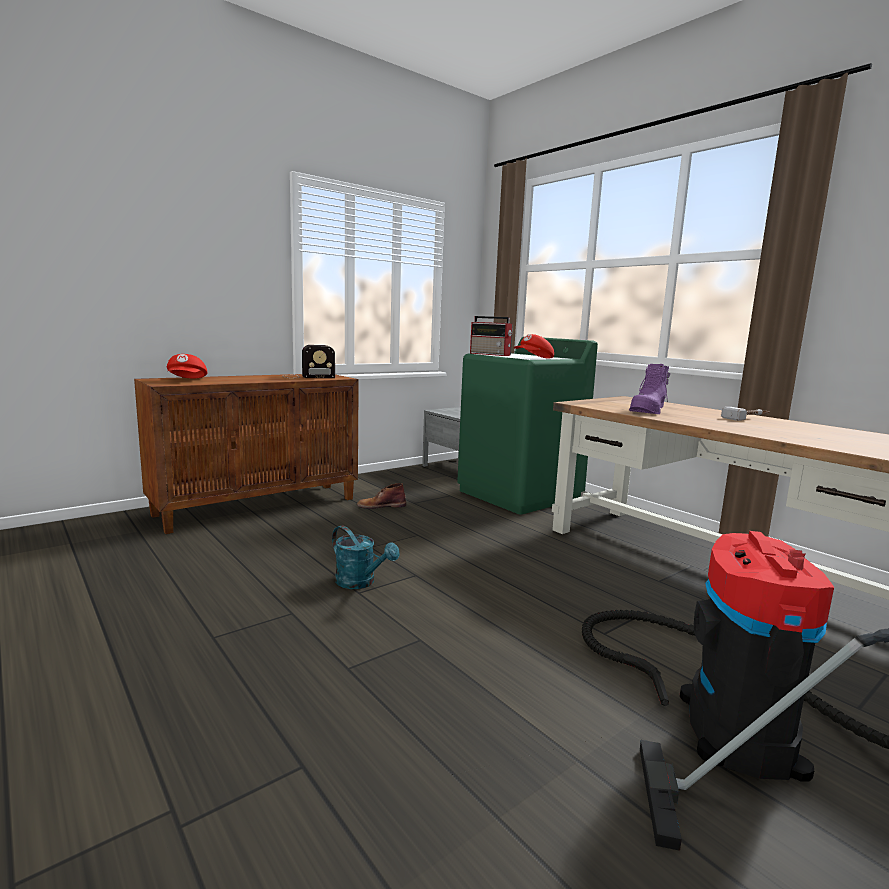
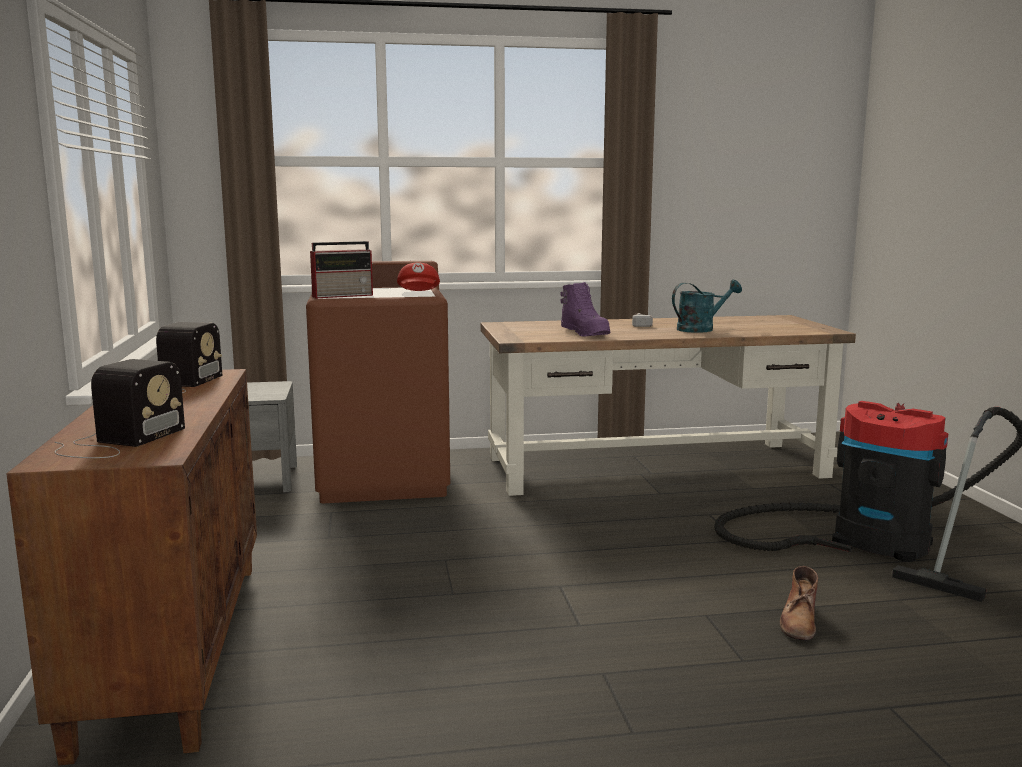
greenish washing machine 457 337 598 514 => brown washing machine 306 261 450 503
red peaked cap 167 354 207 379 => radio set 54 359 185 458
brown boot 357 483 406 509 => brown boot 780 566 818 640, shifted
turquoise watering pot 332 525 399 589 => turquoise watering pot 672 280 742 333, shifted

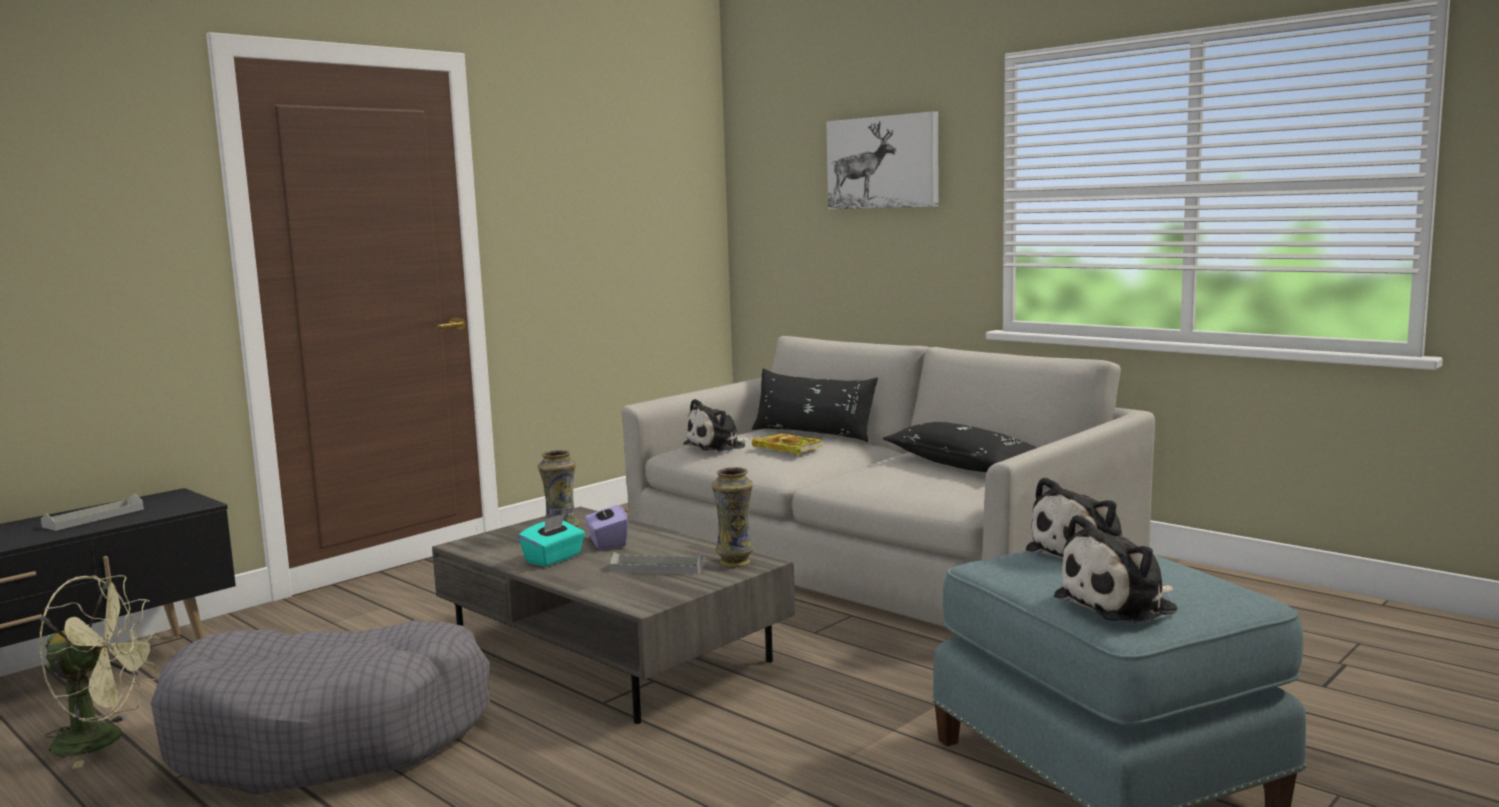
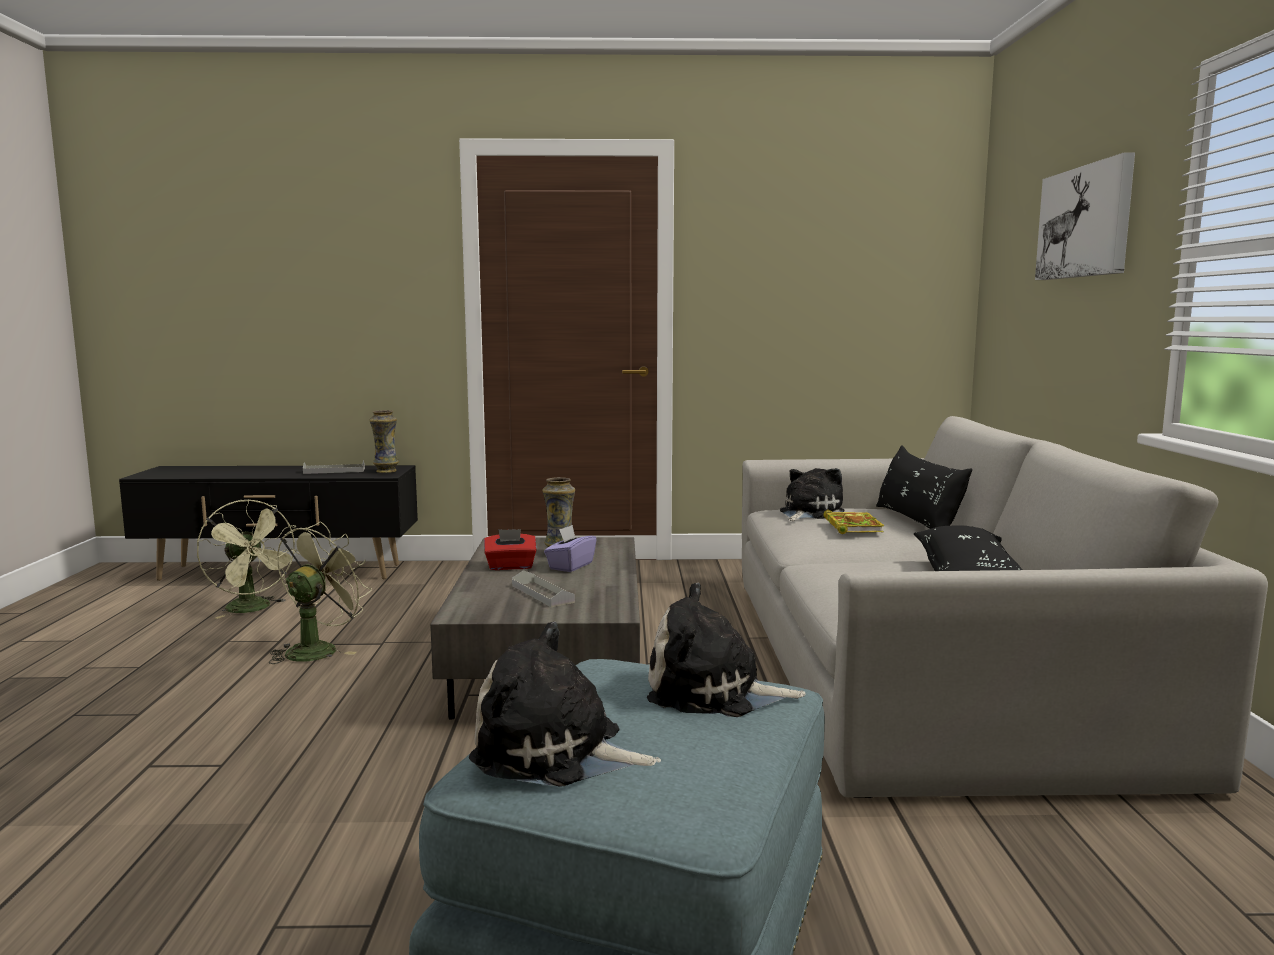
soft toy 683 399 750 452 => soft toy 780 468 845 521, 120 degrees clockwise
flower vase 711 467 754 567 => flower vase 369 410 399 473, shifted
turquoise tissue box 518 513 585 567 => red tissue box 484 529 536 570
gray pet bed 151 620 490 795 => greenish fan 269 522 372 664

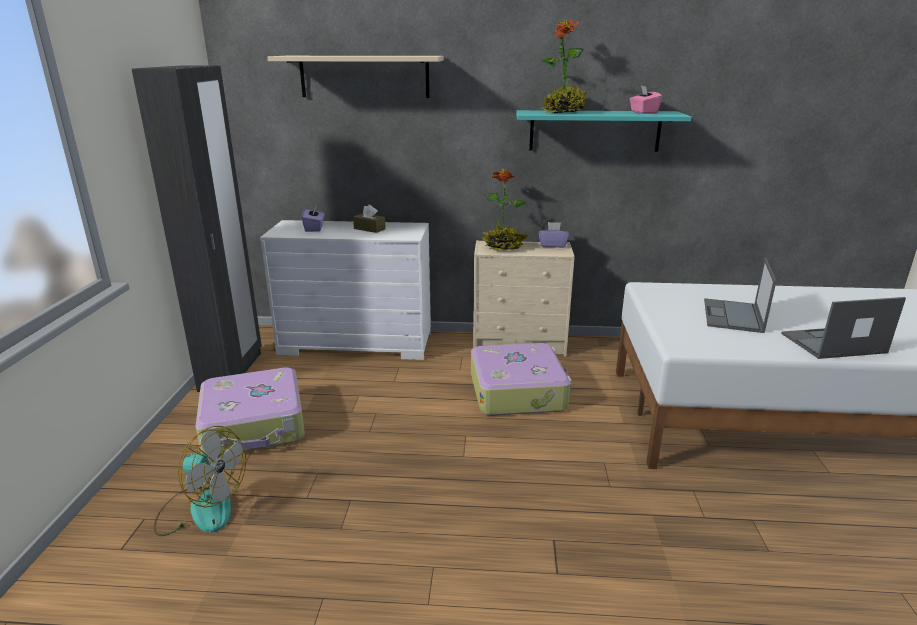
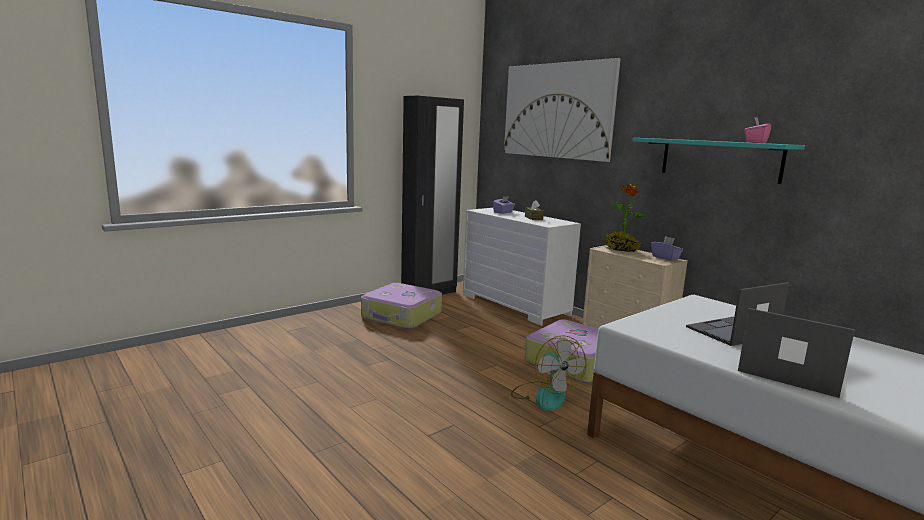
plant in a pot 541 19 587 113 => nothing
sand-coloured wall shelf 267 56 444 98 => wall art 504 58 621 162
fan 154 426 246 536 => fan 511 335 586 411, shifted

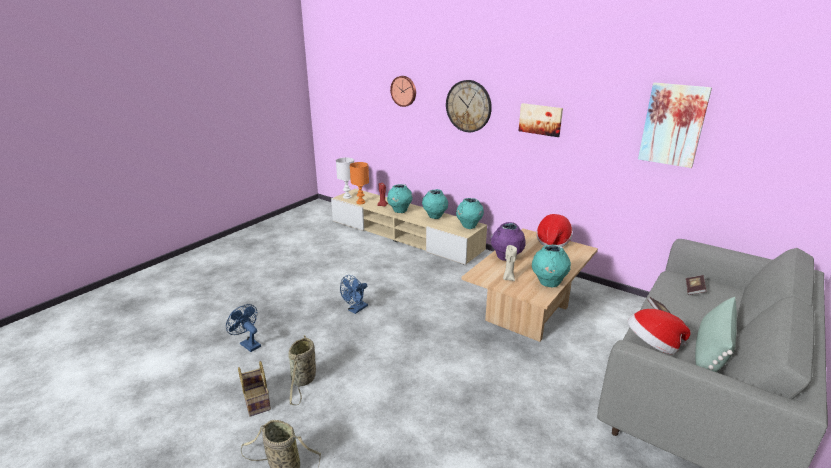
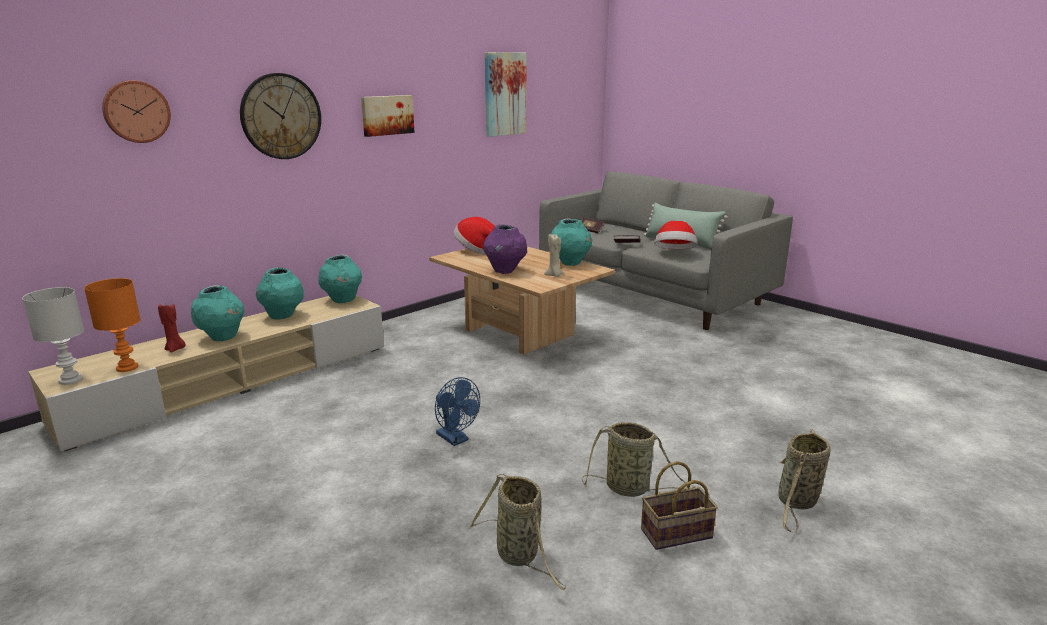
bluish fan 226 304 261 352 => basket 469 474 566 590

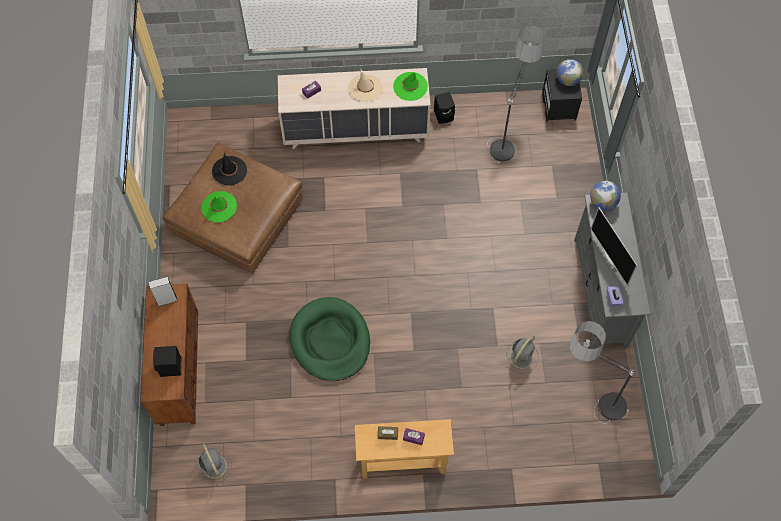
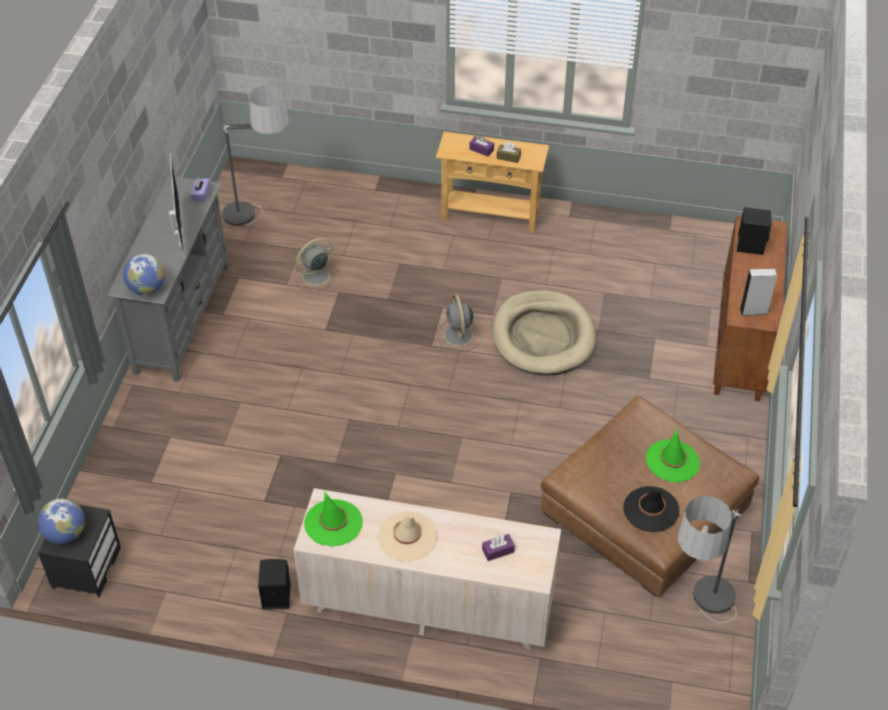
standing lamp 487 25 545 163 => standing lamp 678 496 741 623, shifted
greenish pet bed 289 297 370 381 => sand-coloured pet bed 492 290 596 375
gray fan 196 443 232 486 => gray fan 437 294 481 352, shifted

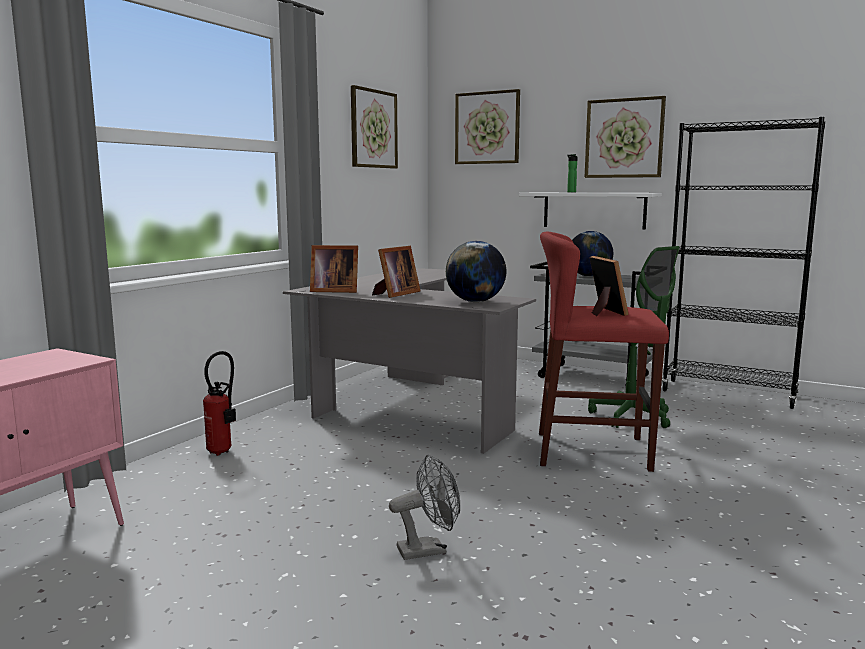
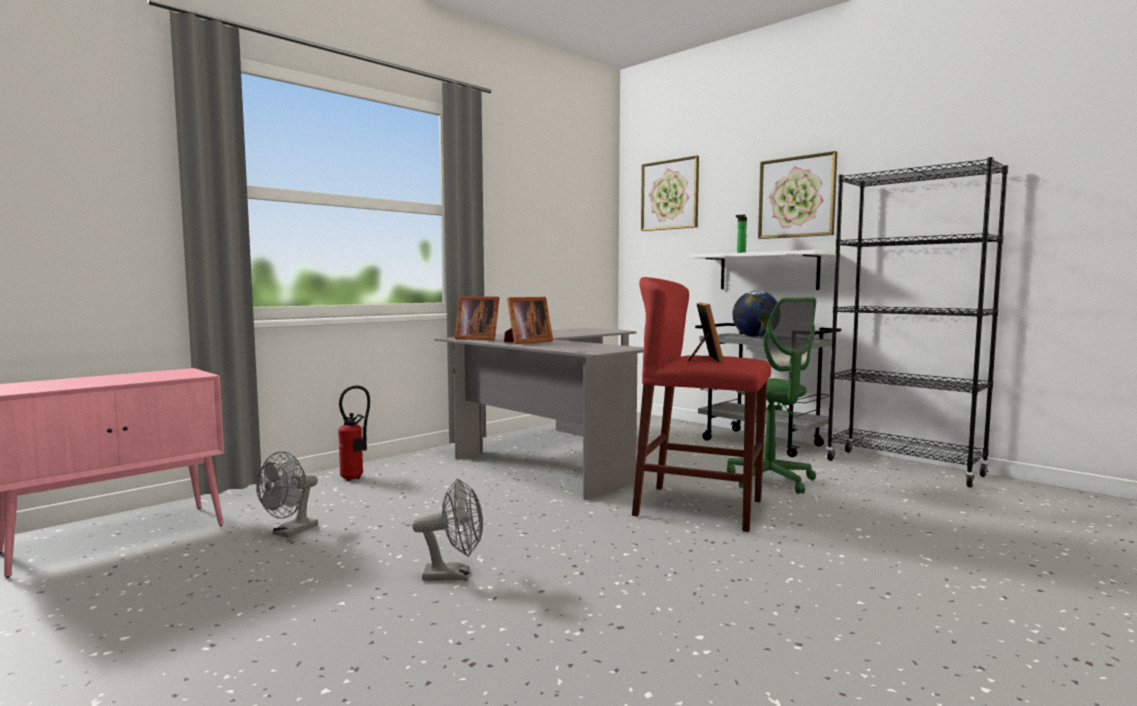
wall art 351 85 398 169 => nothing
desk globe 446 241 506 302 => nothing
nothing => gray fan 256 451 318 537

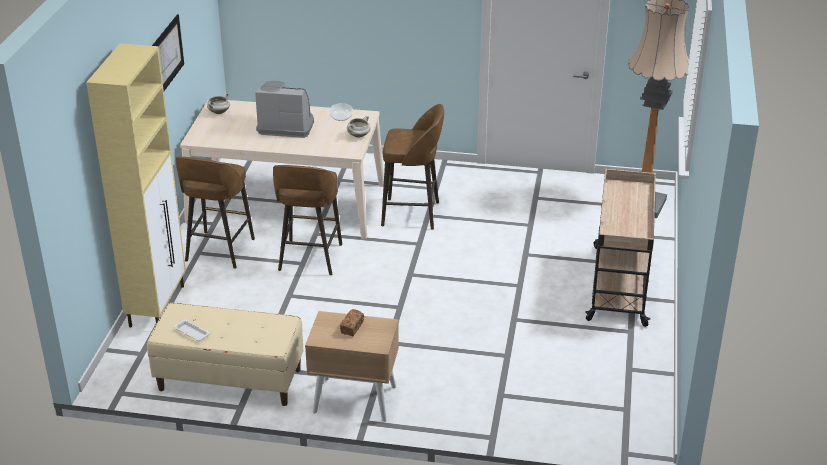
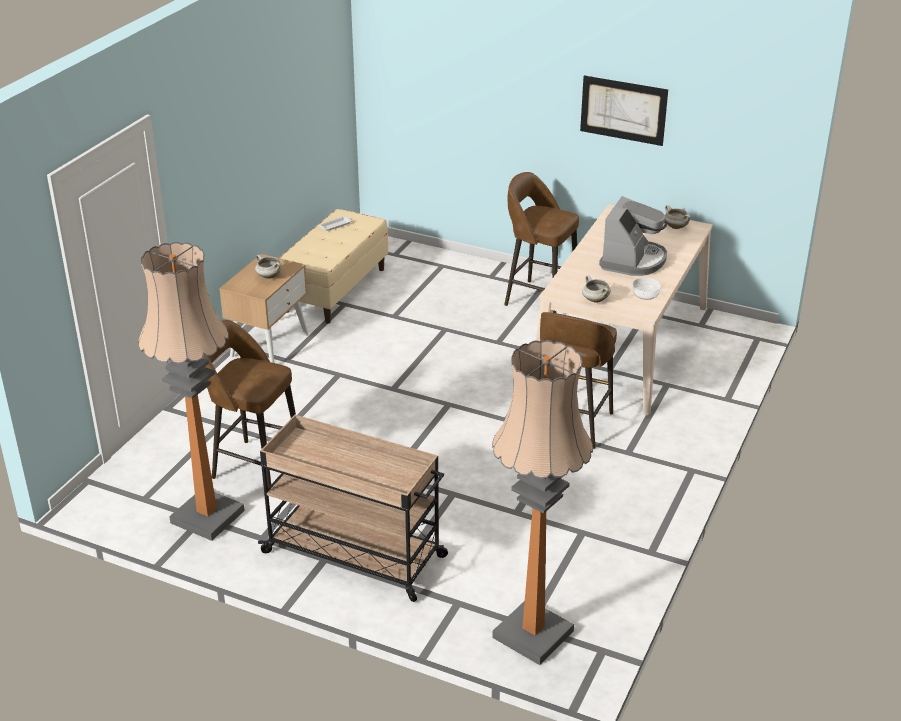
sand-coloured storage cabinet 86 43 186 327 => nothing
brown stool 273 165 342 275 => brown stool 203 320 296 488, shifted
baked bread 340 309 364 336 => white stockpot 255 255 282 279
nothing => standing lamp 138 242 245 541

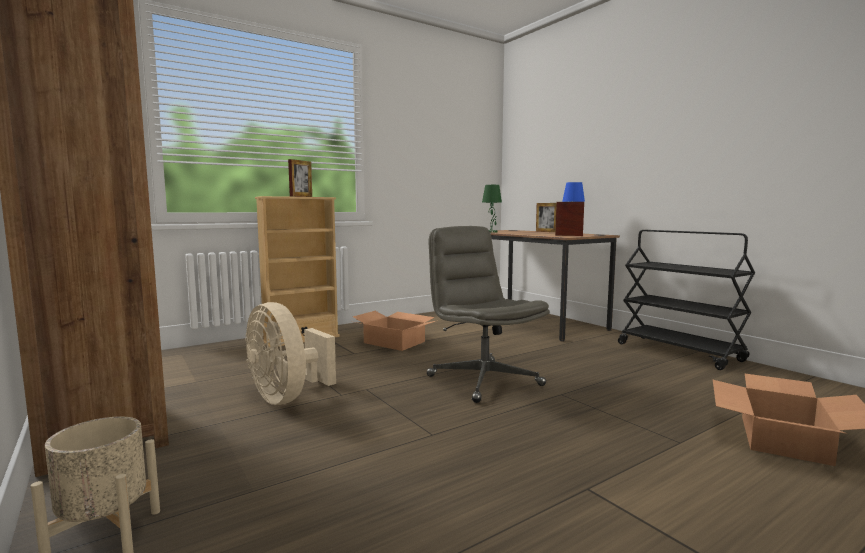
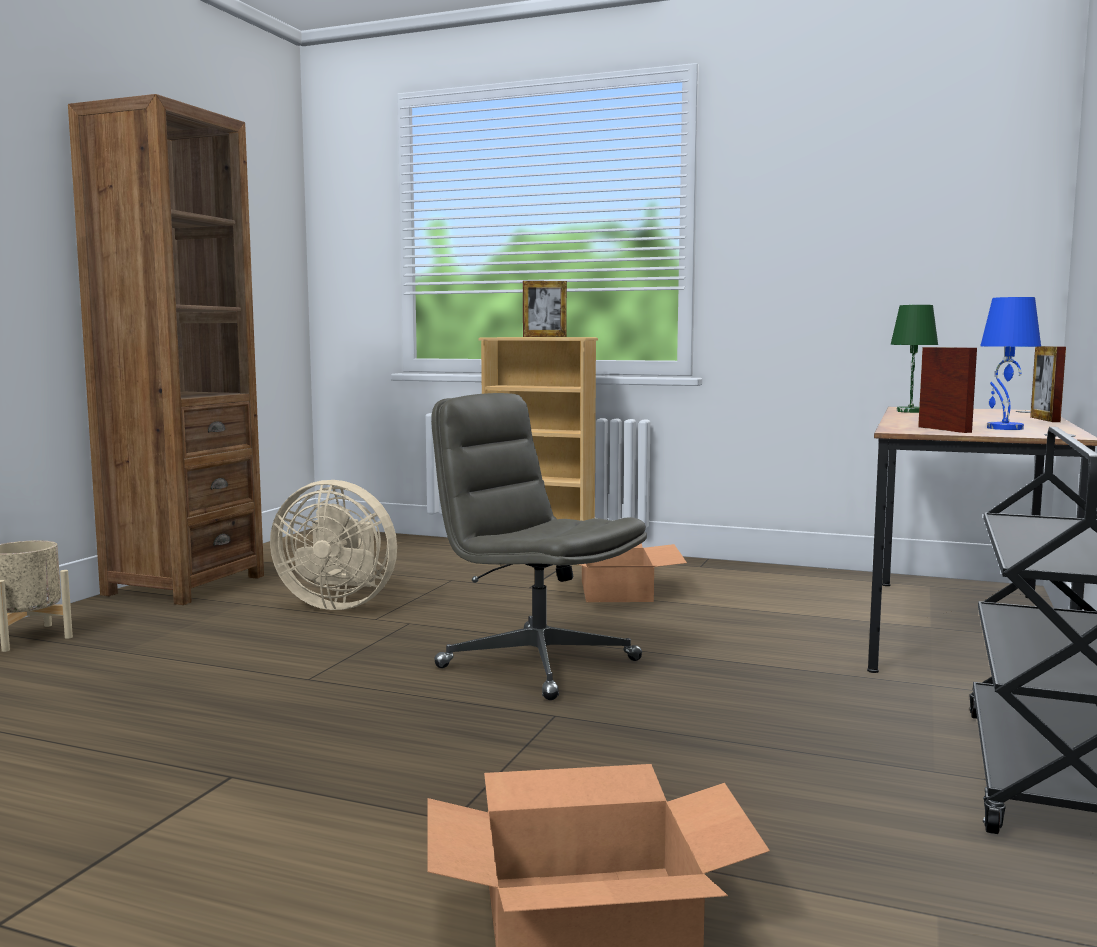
gray desk chair 427 226 550 403 => gray desk chair 431 393 647 700, 75 degrees counterclockwise
sand-coloured fan 245 302 336 405 => sand-coloured fan 270 480 397 610, 90 degrees counterclockwise

